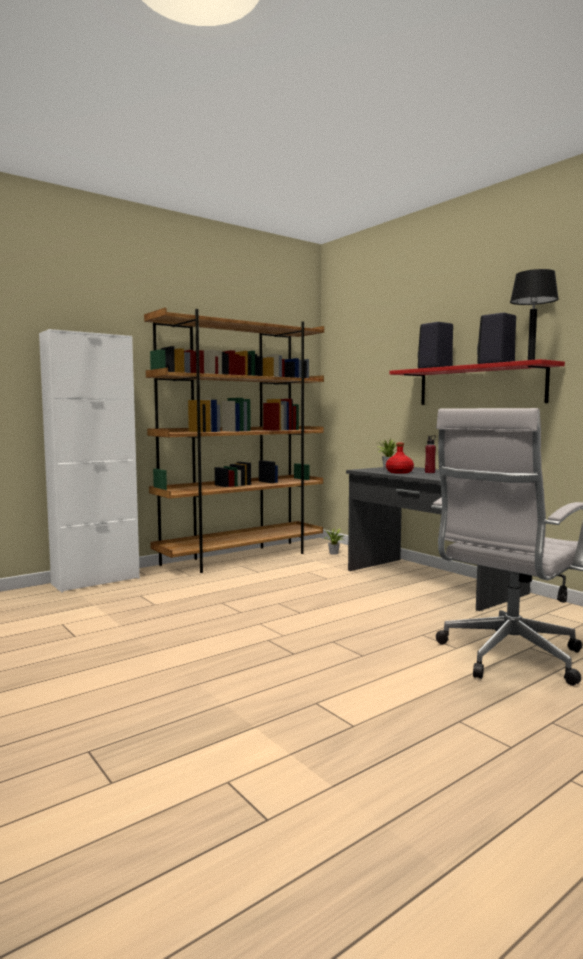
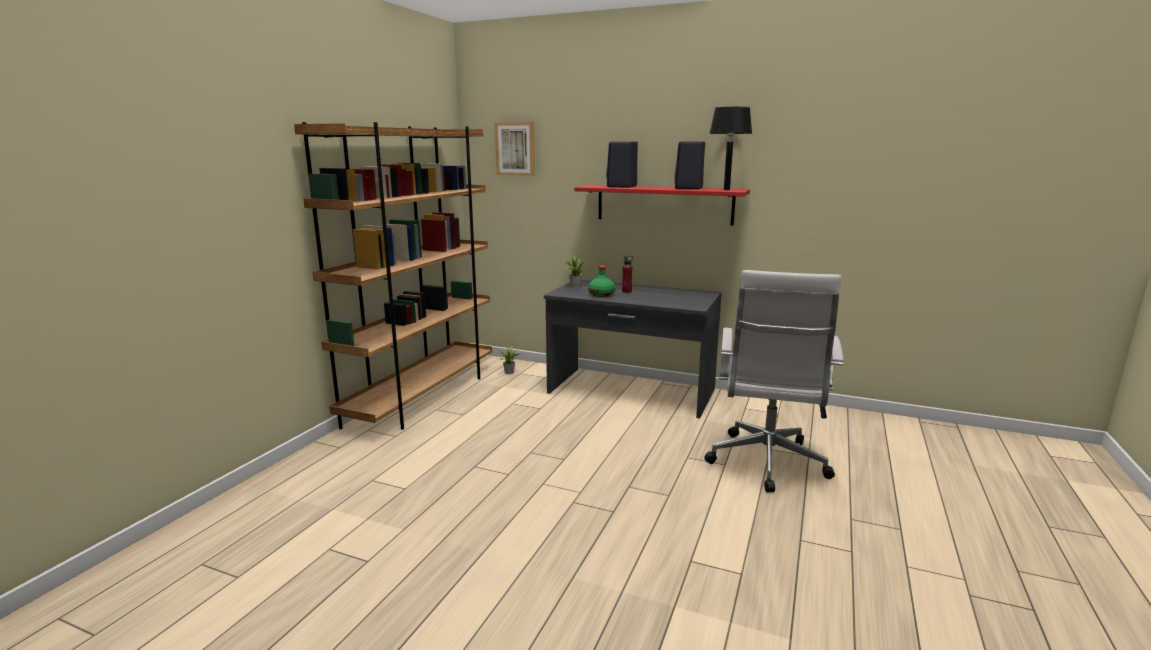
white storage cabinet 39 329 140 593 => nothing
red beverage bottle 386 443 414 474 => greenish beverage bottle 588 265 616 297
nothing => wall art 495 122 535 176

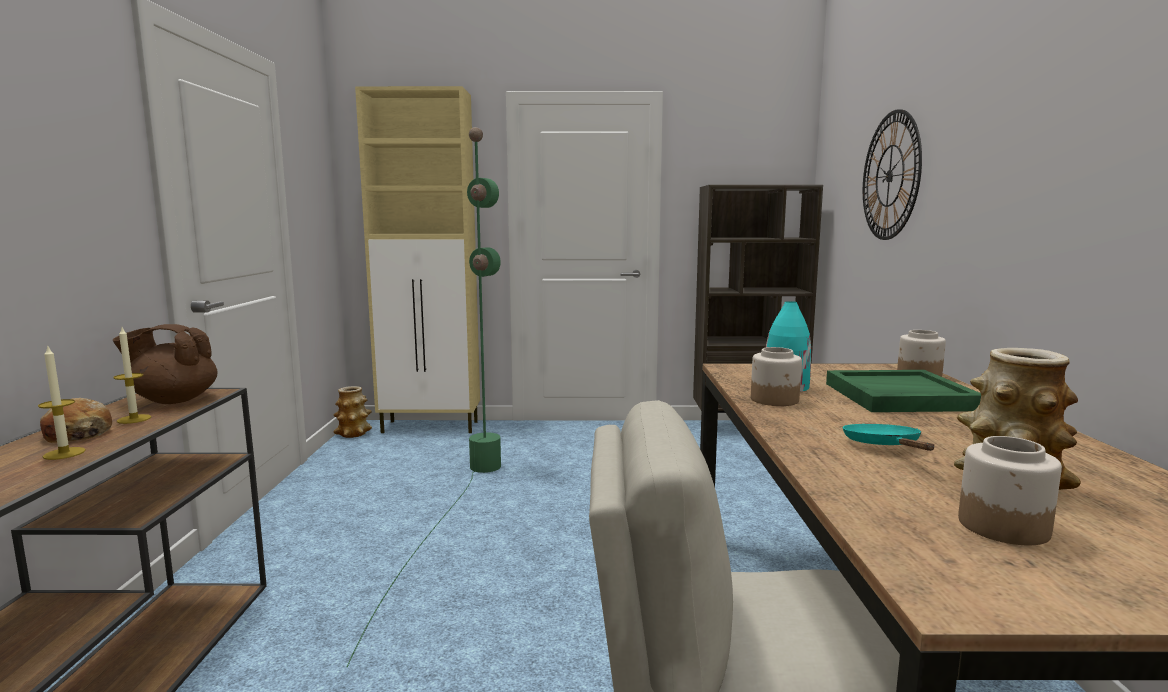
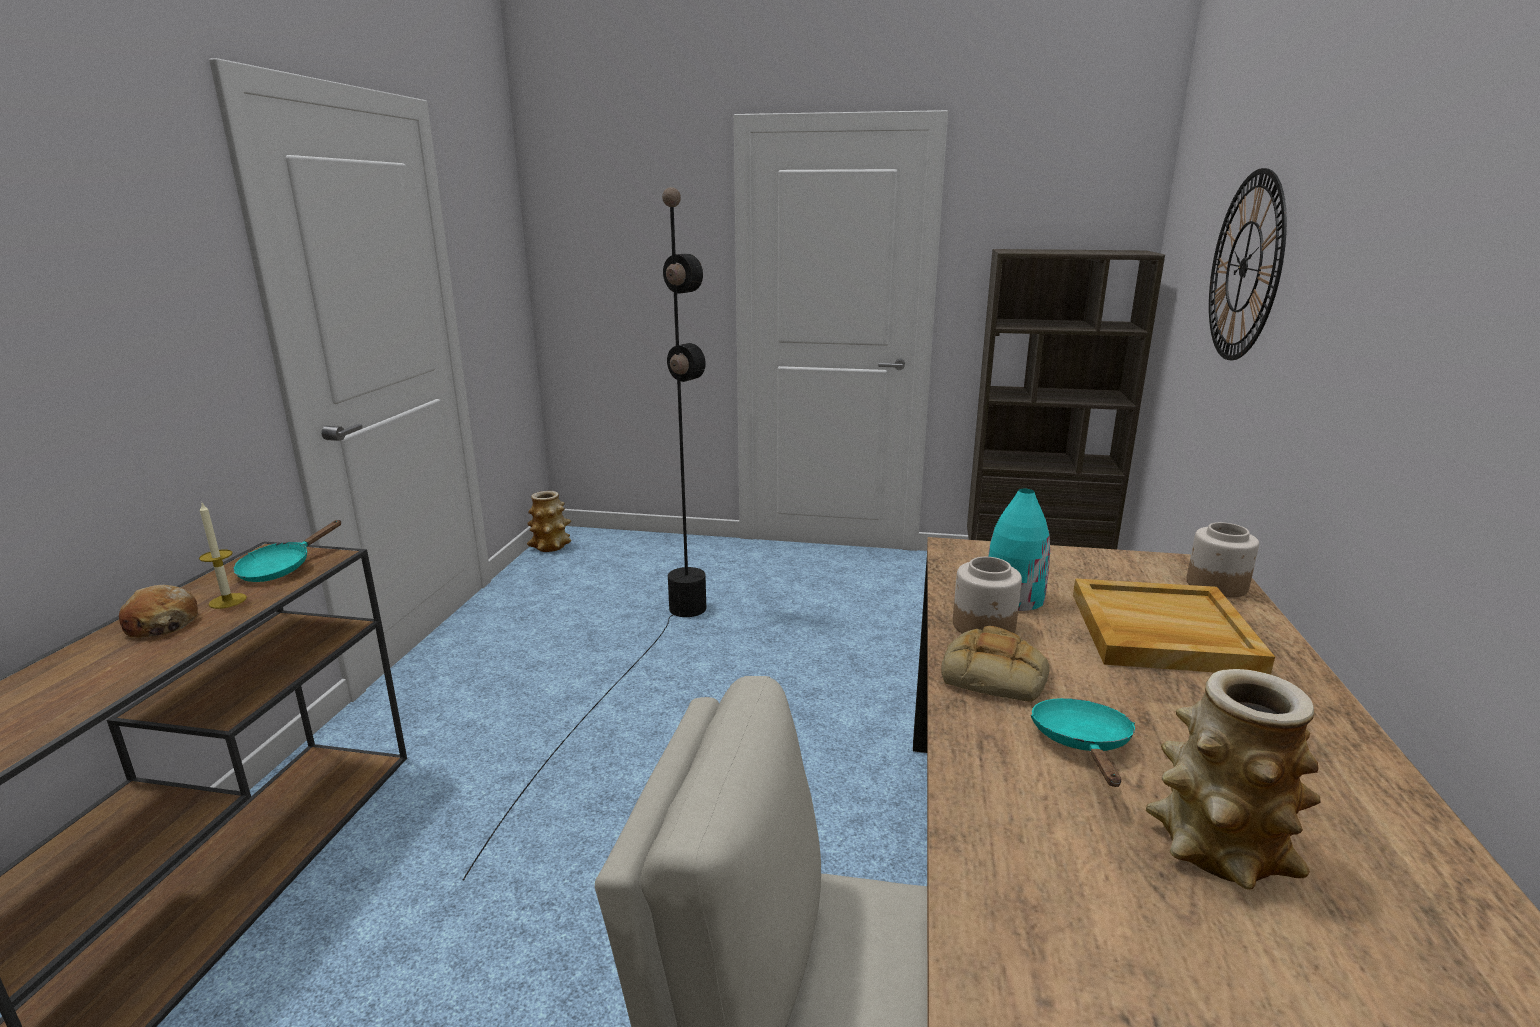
sand-coloured storage cabinet 355 86 480 433 => nothing
greenish standing lamp 347 127 501 667 => black-coloured standing lamp 463 187 706 881
brown teapot 113 324 217 404 => turquoise pan 233 520 342 582
wax light 38 345 86 460 => nothing
greenish tray 826 370 981 412 => sand-coloured tray 1073 578 1275 675
preserve jar 958 436 1062 545 => nothing
nothing => baked bread 941 626 1050 702

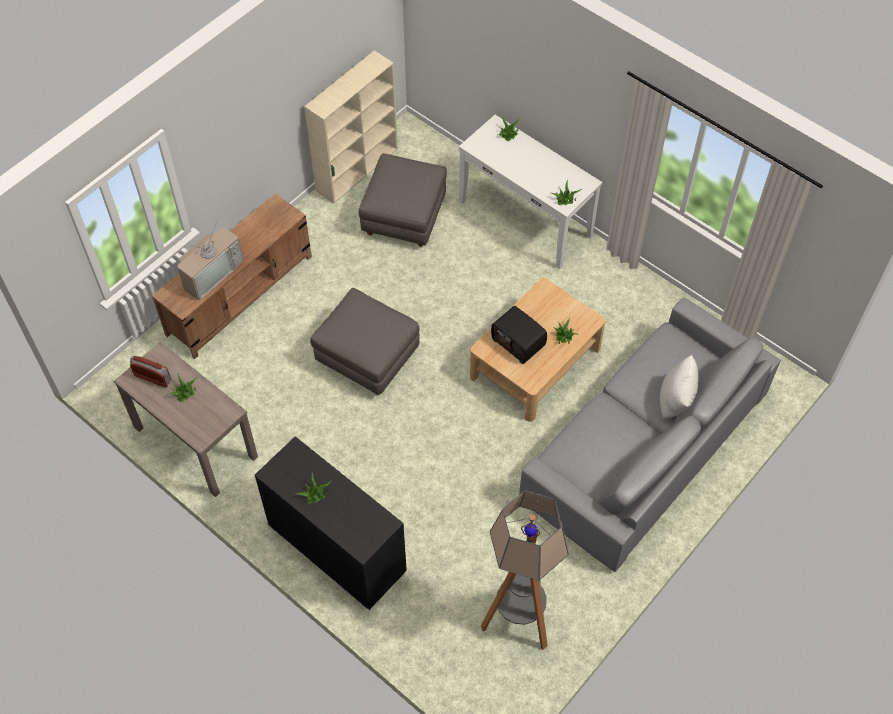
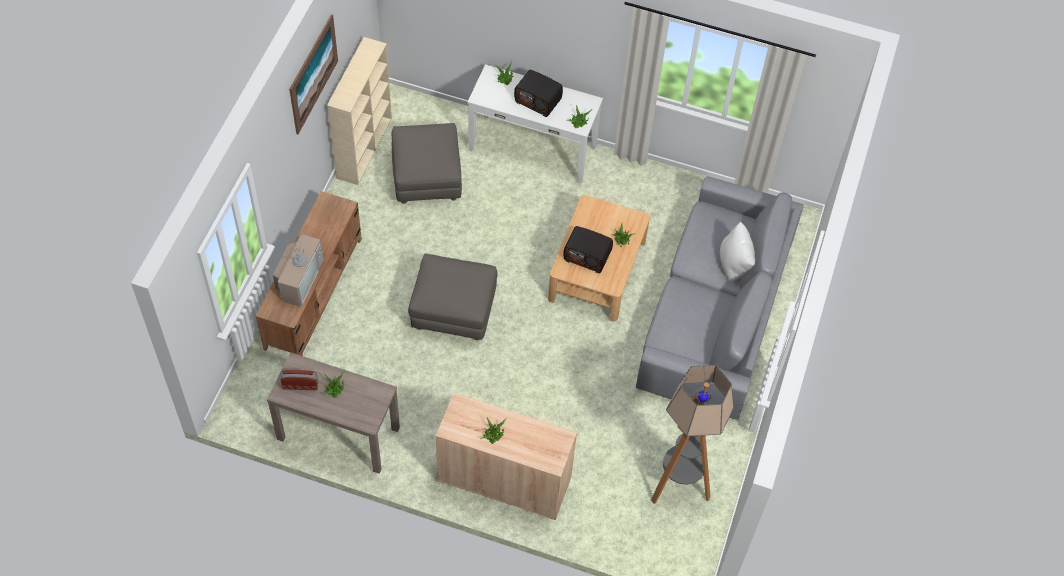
black-coloured storage cabinet 255 436 407 610 => sand-coloured storage cabinet 435 393 577 520
nothing => wall art 289 14 338 134
nothing => radio set 514 70 563 117

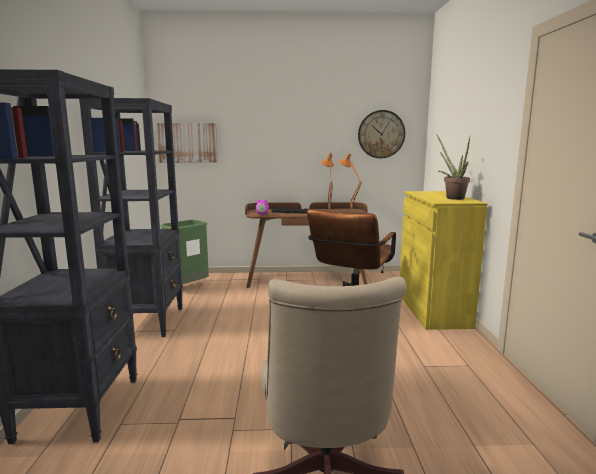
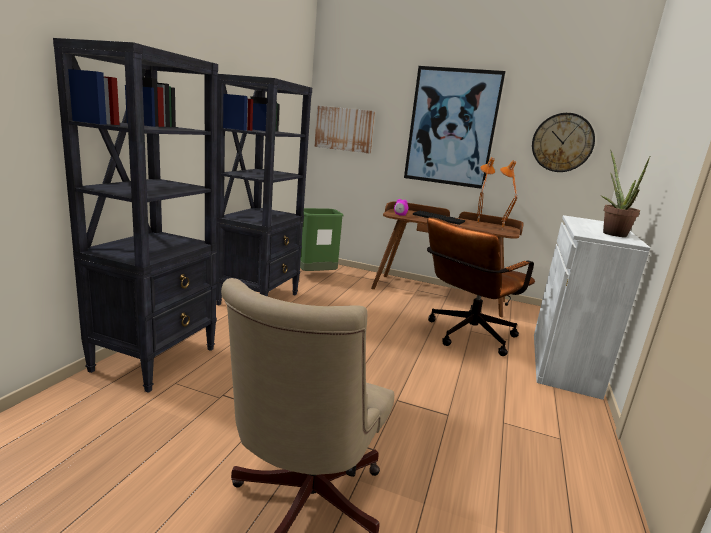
yellow storage cabinet 400 191 487 330 => white storage cabinet 534 215 650 400
nothing => wall art 404 66 506 189

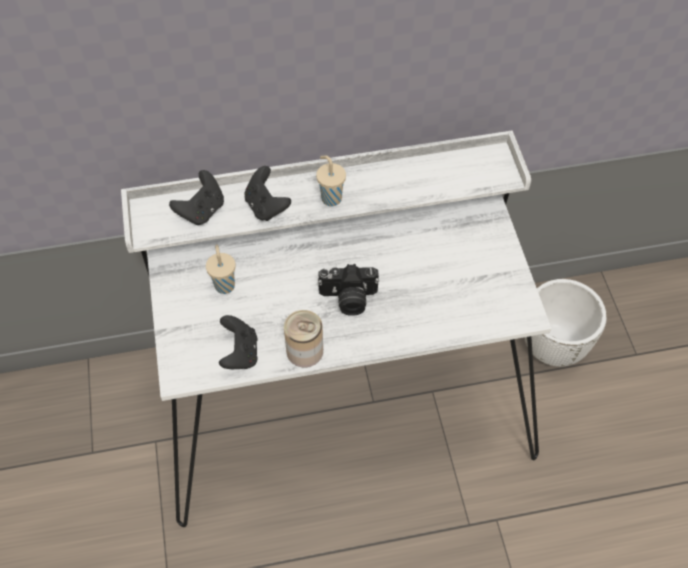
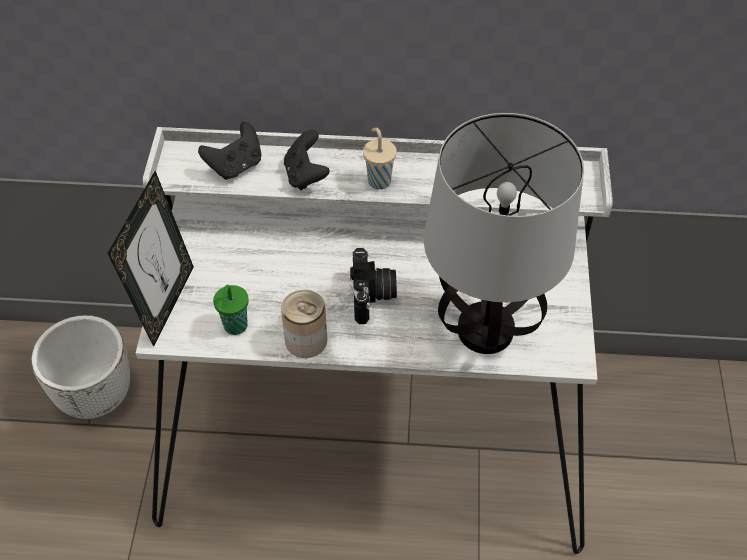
sand-coloured drinking cup 206 244 236 294 => nothing
still camera 318 264 379 316 => still camera 350 248 397 324, 105 degrees counterclockwise
white plant pot 524 279 607 367 => white plant pot 31 315 130 419, shifted
black-coloured joypad 219 315 258 369 => greenish drinking cup 213 285 249 335
nothing => table lamp 424 113 584 354
nothing => picture frame 107 171 194 347

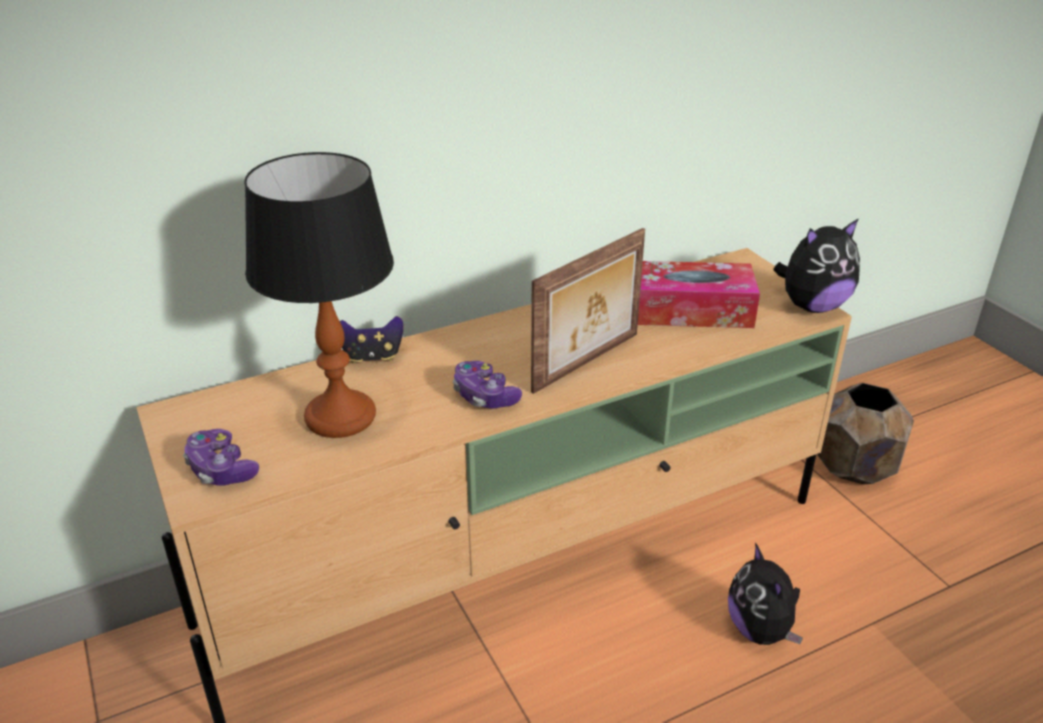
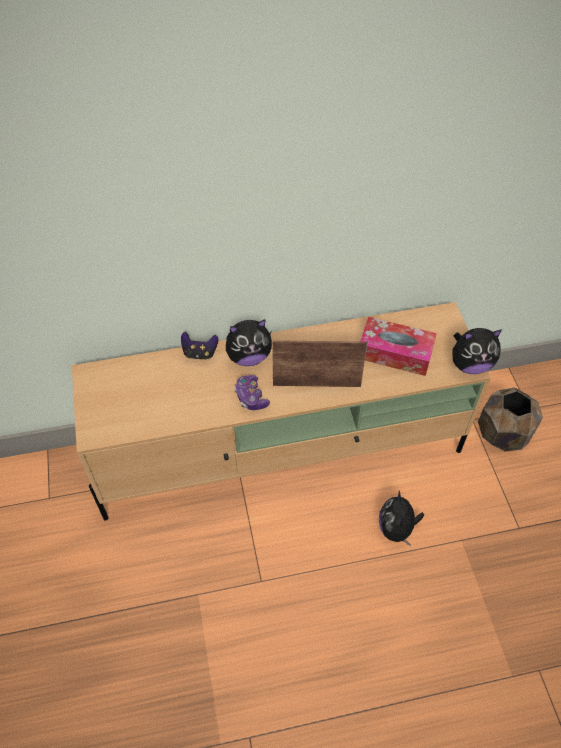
table lamp 244 152 394 438 => nothing
picture frame 531 228 645 394 => picture frame 272 340 367 387, 150 degrees counterclockwise
joypad 183 429 259 486 => nothing
nothing => soft toy 226 319 272 366

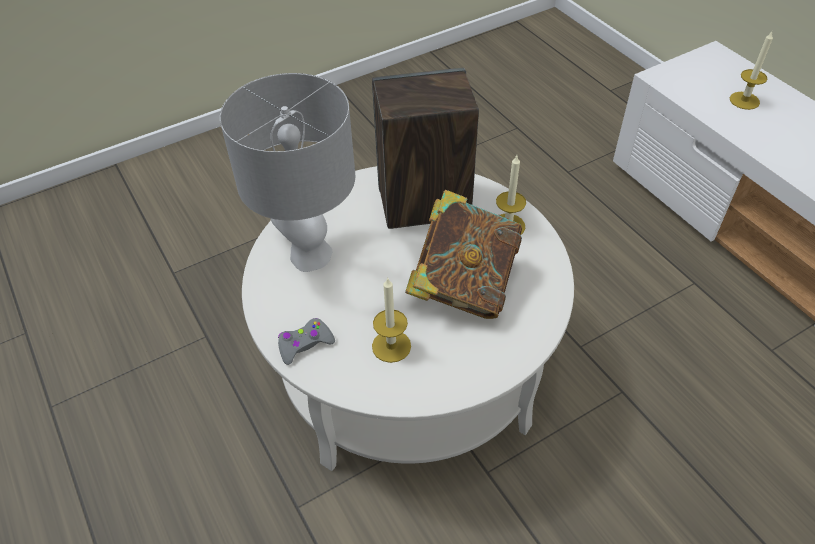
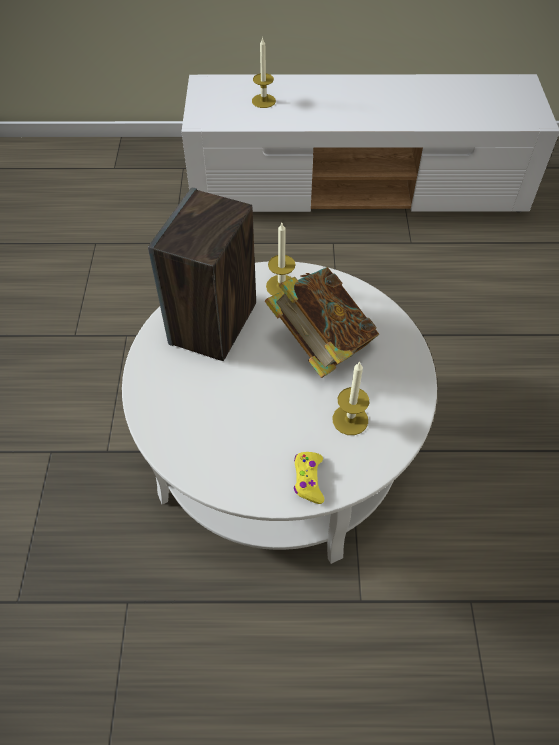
gray table lamp 220 73 355 272 => nothing
gray joypad 278 318 335 365 => yellow joypad 294 452 324 504

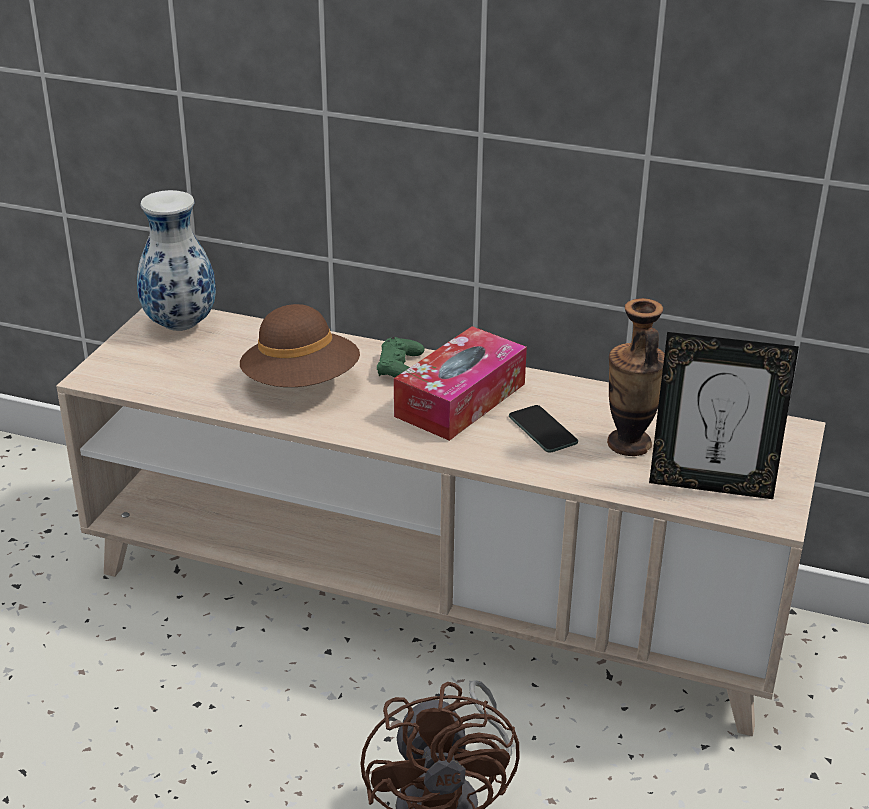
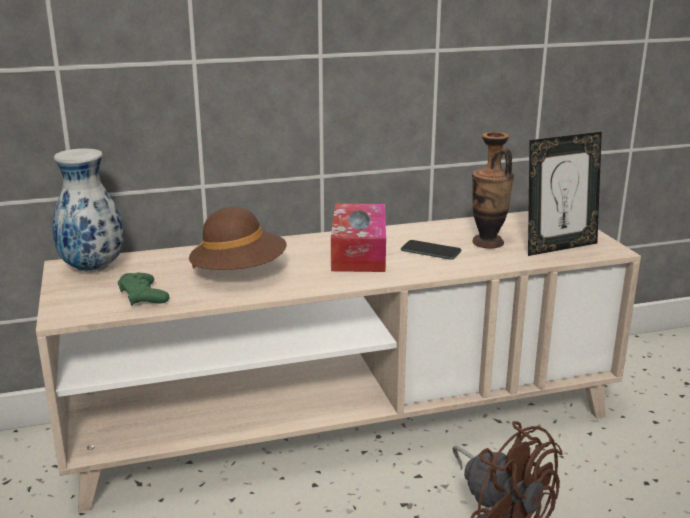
greenish joypad 377 337 425 377 => greenish joypad 118 272 170 306, shifted

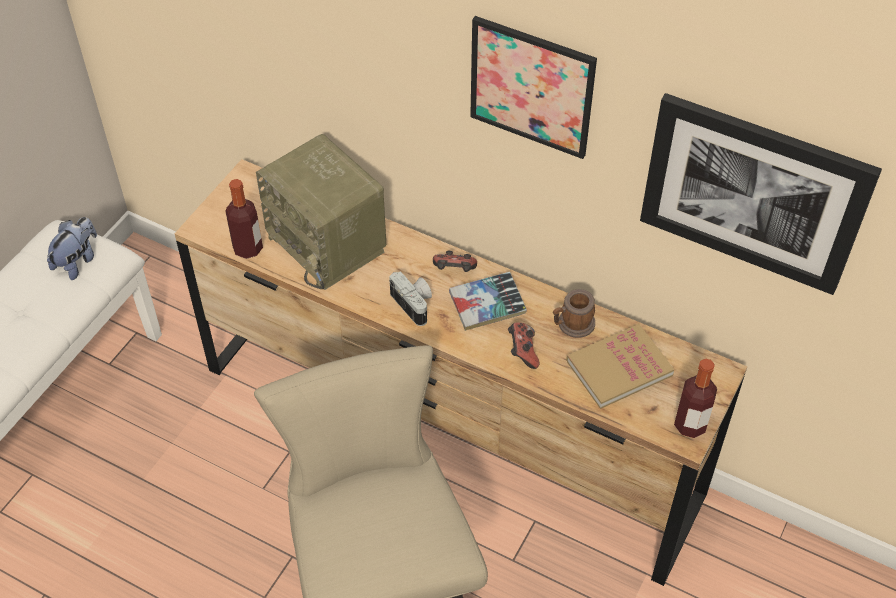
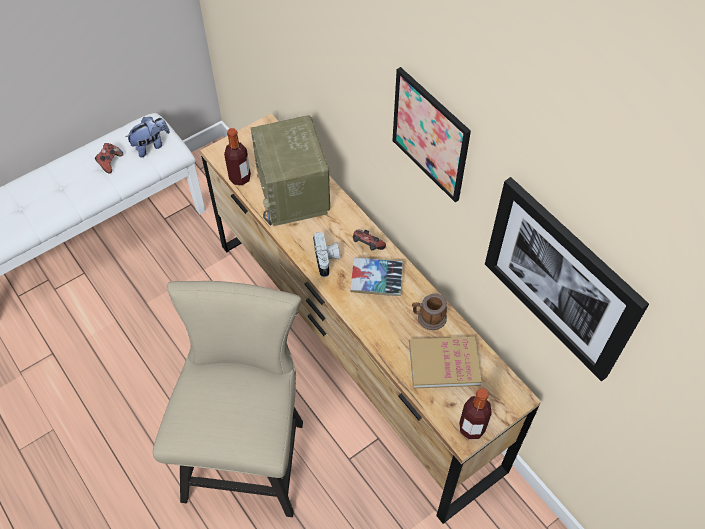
joypad 508 322 539 369 => joypad 95 143 123 174, shifted

